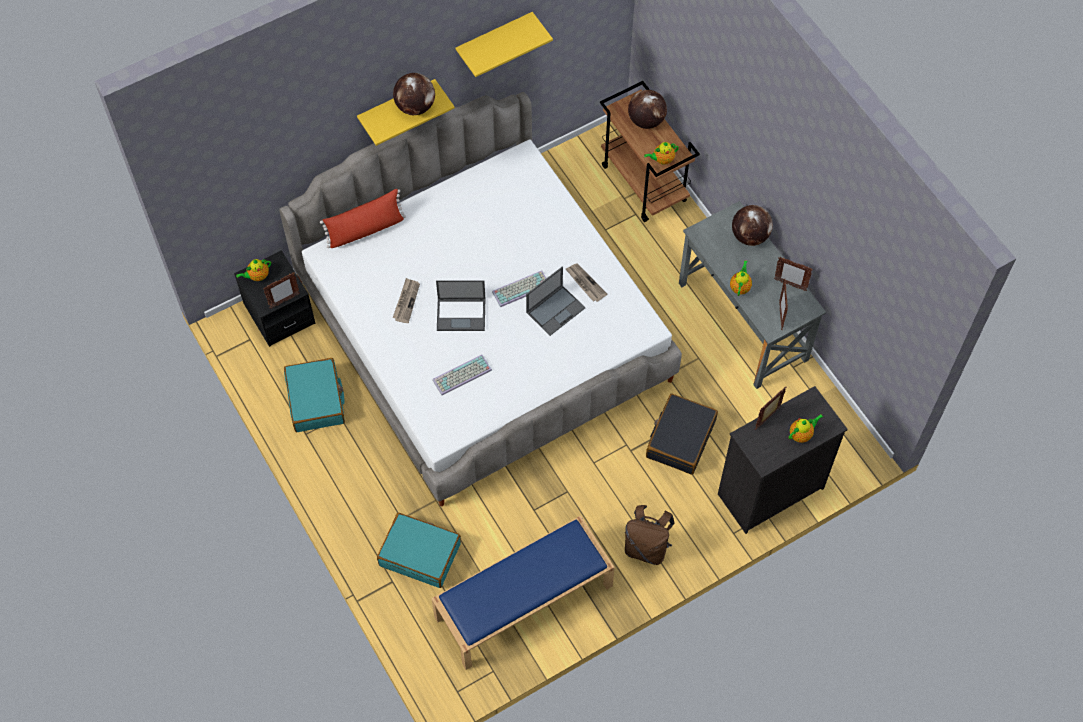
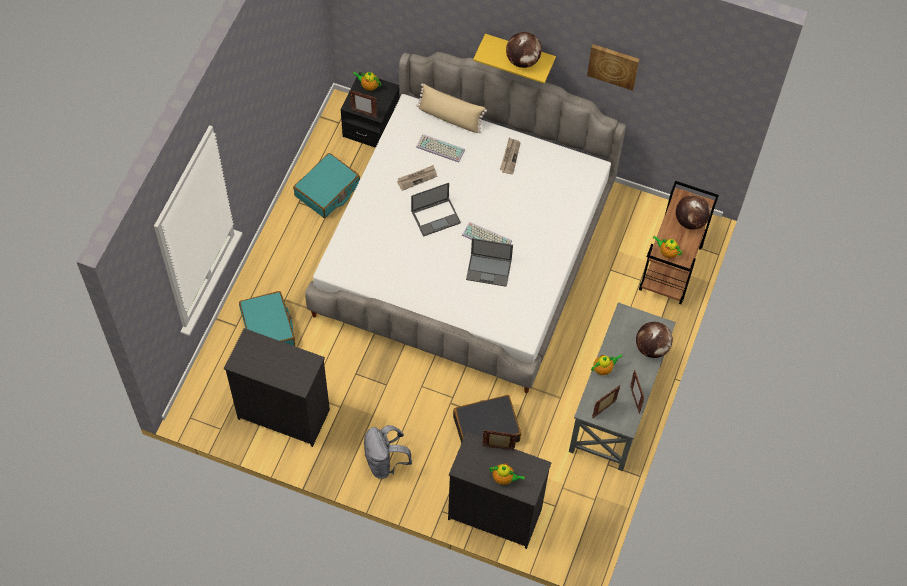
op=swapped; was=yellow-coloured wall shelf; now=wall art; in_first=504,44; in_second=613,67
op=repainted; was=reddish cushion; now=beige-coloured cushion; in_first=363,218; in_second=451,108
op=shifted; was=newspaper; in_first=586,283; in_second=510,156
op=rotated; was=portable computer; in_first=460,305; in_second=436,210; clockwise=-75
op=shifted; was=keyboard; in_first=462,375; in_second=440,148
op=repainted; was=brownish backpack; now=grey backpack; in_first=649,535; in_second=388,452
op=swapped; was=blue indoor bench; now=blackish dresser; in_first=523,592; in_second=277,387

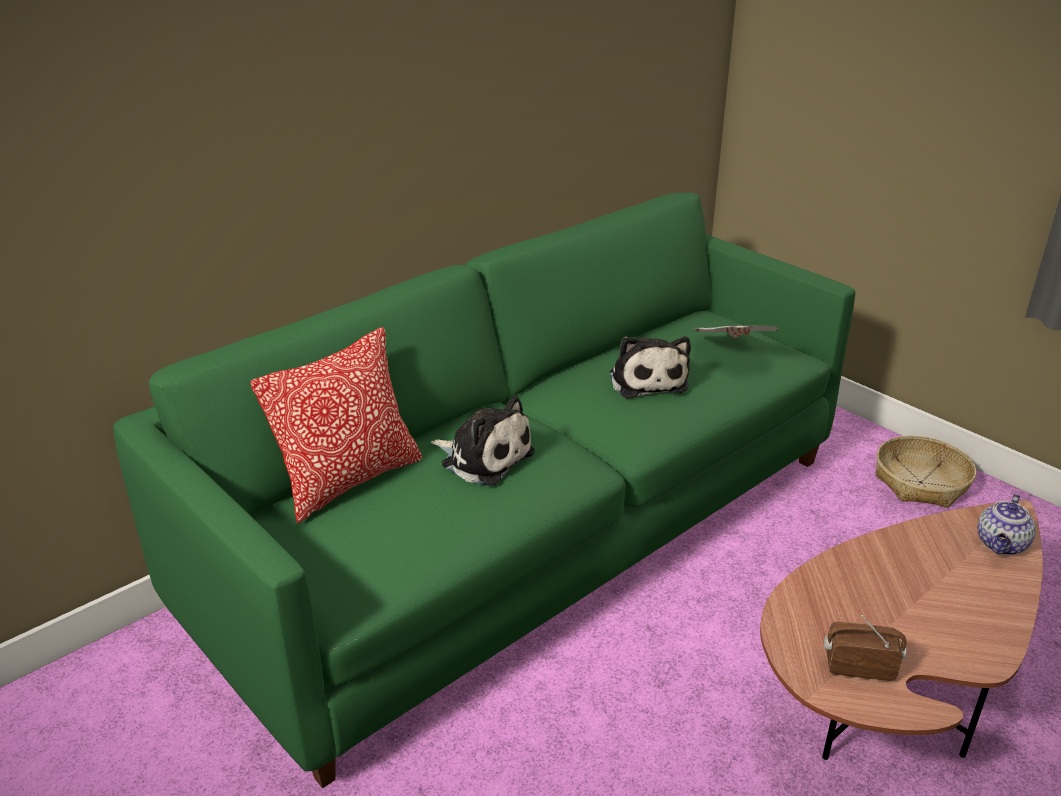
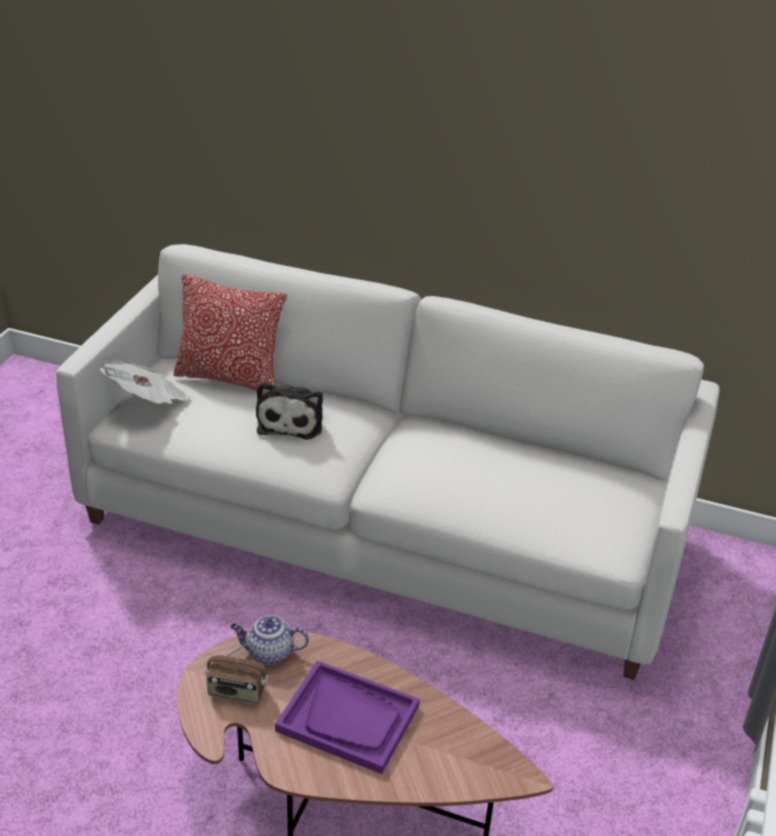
op=repainted; was=green-coloured settee; now=whitish settee; in_first=484,490; in_second=388,462
op=shifted; was=newspaper; in_first=736,331; in_second=144,381
op=gone; was=plush toy; in_first=650,367
op=gone; was=household basket; in_first=926,472
op=shifted; was=tea pot; in_first=1007,524; in_second=269,640
op=rotated; was=radio; in_first=865,648; in_second=236,674; clockwise=120
op=new; now=purple-coloured serving tray; in_second=347,717

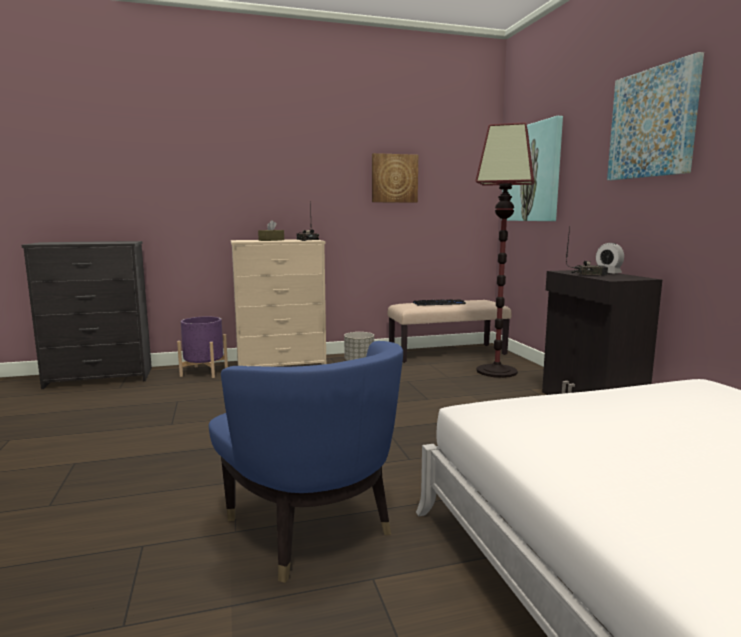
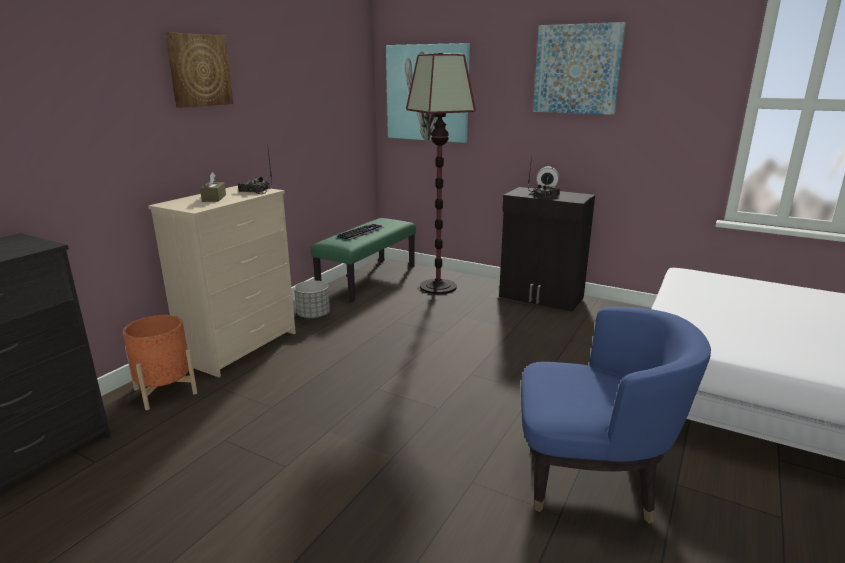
op=shifted; was=wall art; in_first=395,178; in_second=199,70
op=repainted; was=beige-coloured indoor bench; now=green-coloured indoor bench; in_first=449,331; in_second=363,260
op=repainted; was=purple-coloured flower pot; now=orange flower pot; in_first=202,347; in_second=159,362

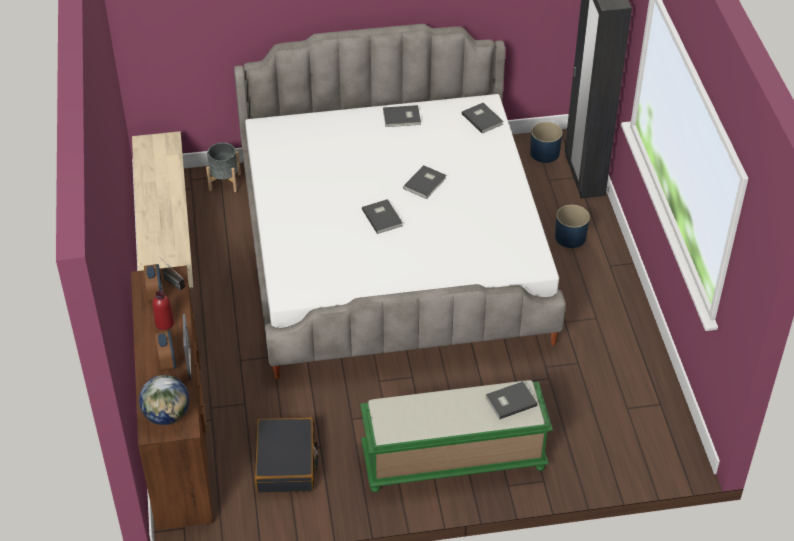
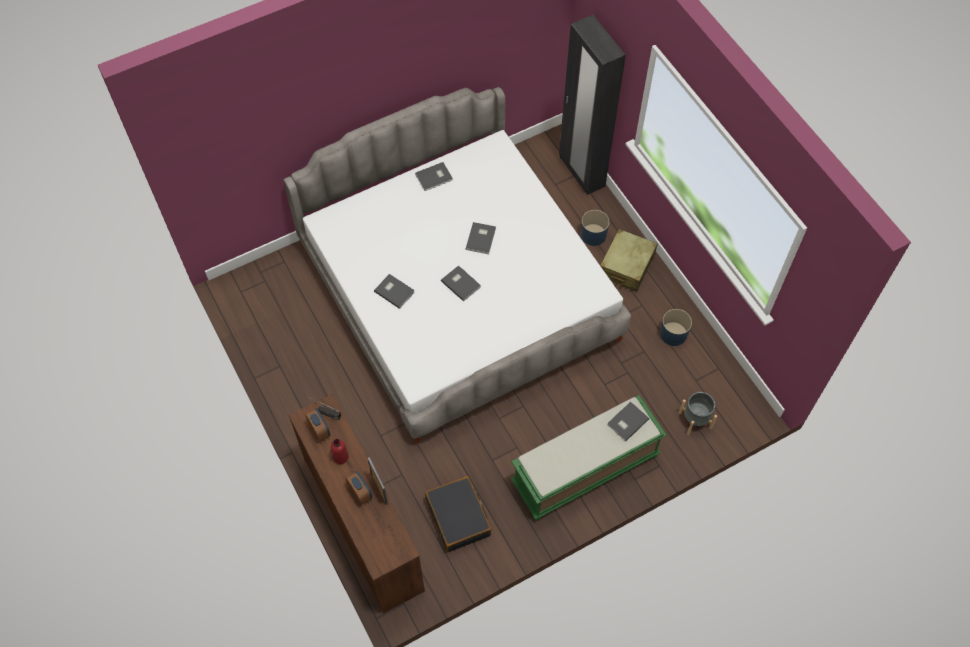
op=shifted; was=grey book; in_first=483,118; in_second=394,291
op=shifted; was=blue flower pot; in_first=546,142; in_second=676,327
op=gone; was=beige-coloured indoor bench; in_first=163,223
op=shifted; was=grey flower pot; in_first=223,167; in_second=698,413
op=gone; was=desk globe; in_first=164,400
op=new; now=beige-coloured suitcase; in_second=629,260

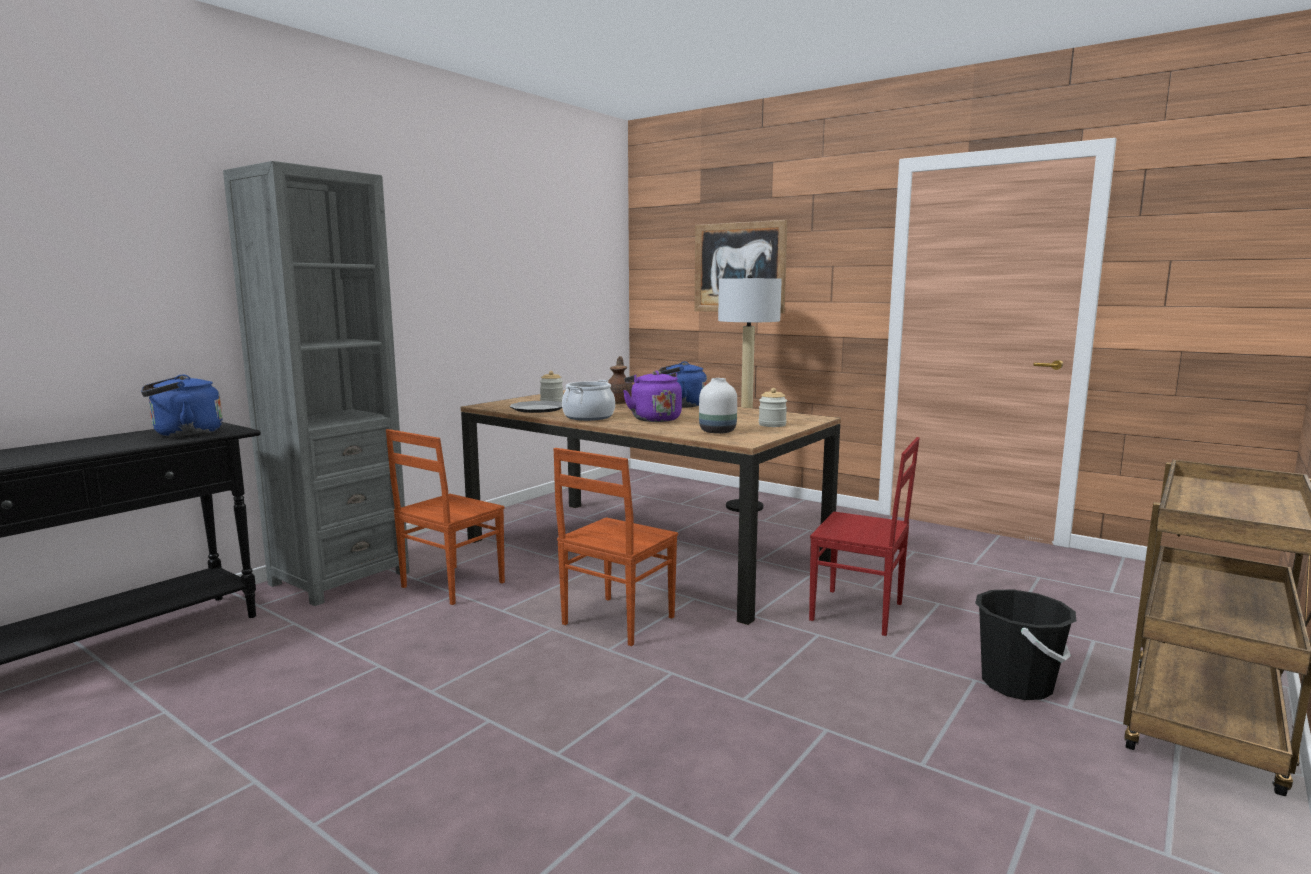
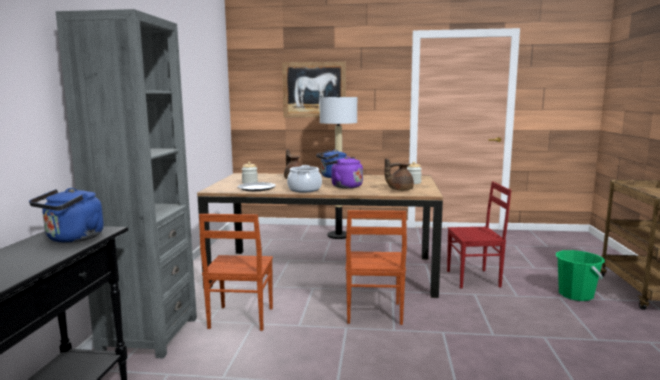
op=swapped; was=whitish decorative vase; now=brownish tea pot; in_first=718,406; in_second=399,174
op=repainted; was=blackish water bucket; now=green-coloured water bucket; in_first=1025,644; in_second=580,275

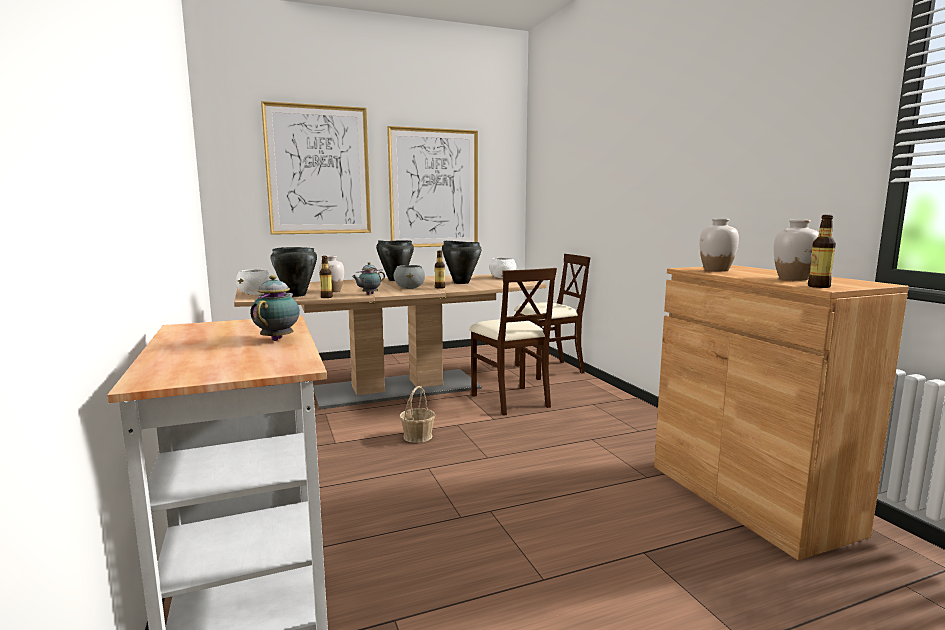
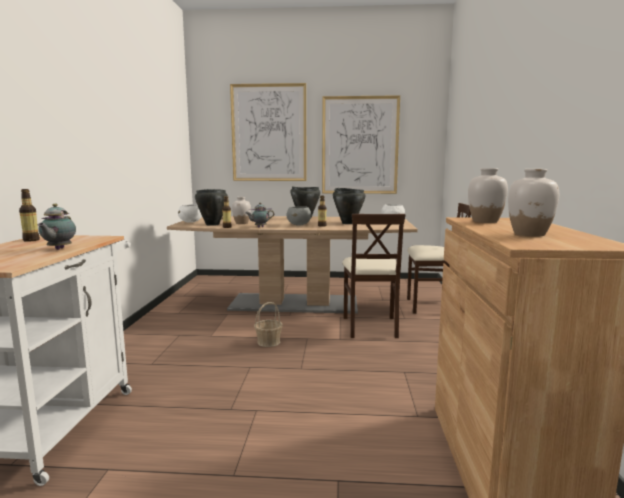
op=shifted; was=bottle; in_first=822,251; in_second=29,215
op=rotated; was=tea pot; in_first=275,308; in_second=57,227; clockwise=150

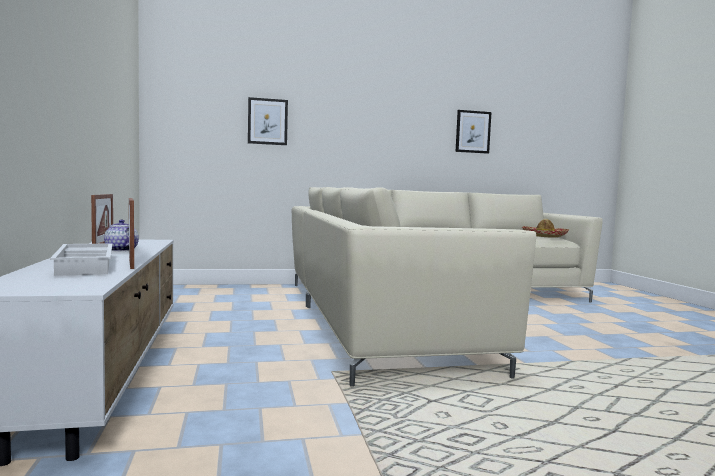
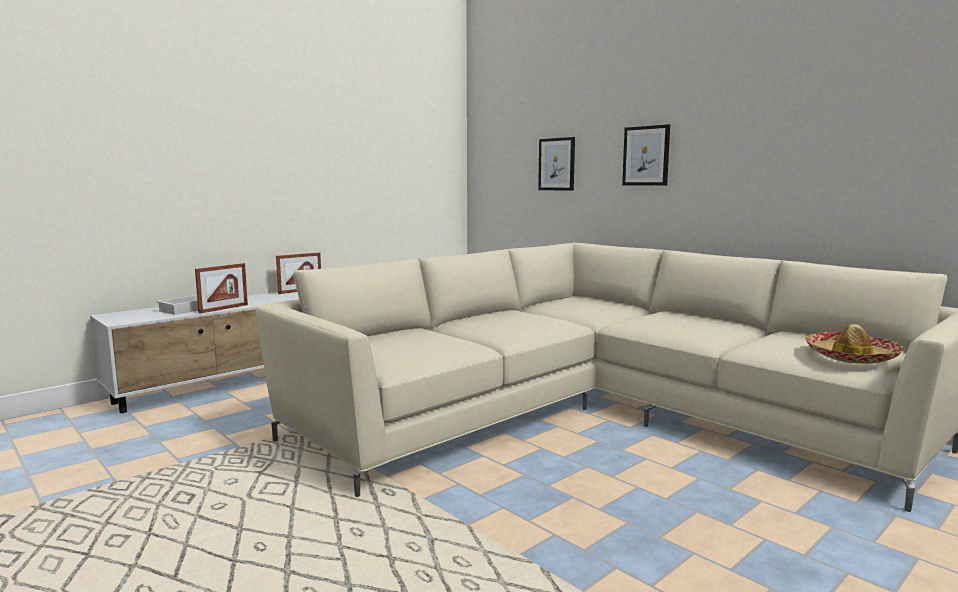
op=shifted; was=wall art; in_first=473,132; in_second=646,155
op=gone; was=tea pot; in_first=121,235

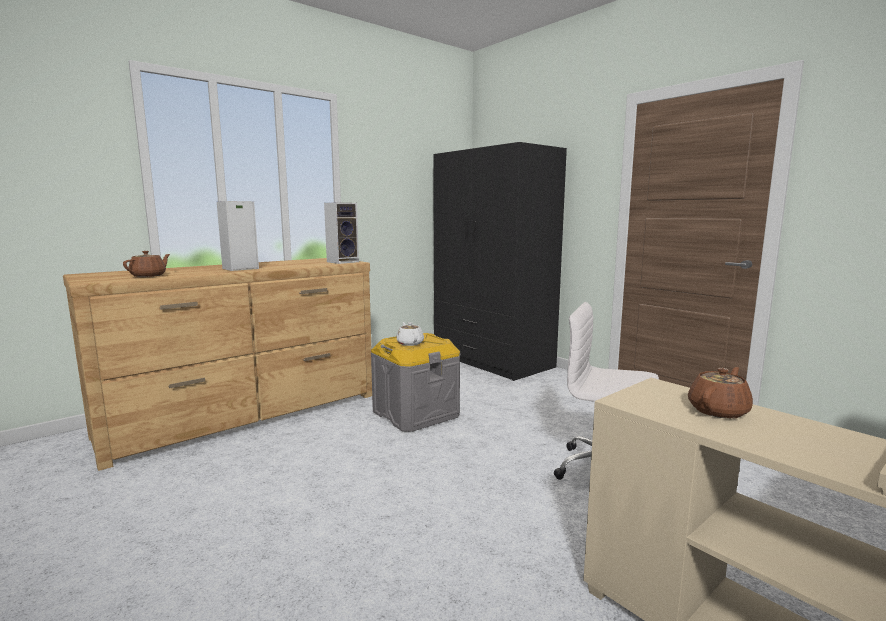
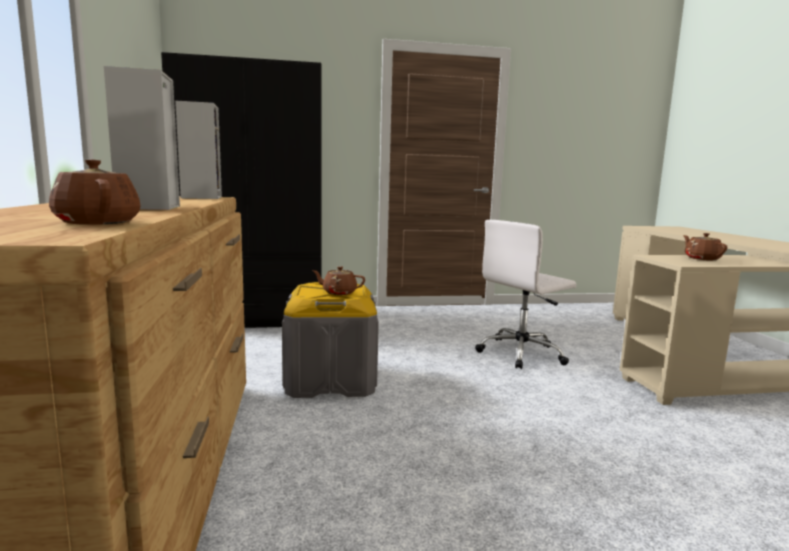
op=repainted; was=whitish tea pot; now=brownish tea pot; in_first=410,334; in_second=338,280

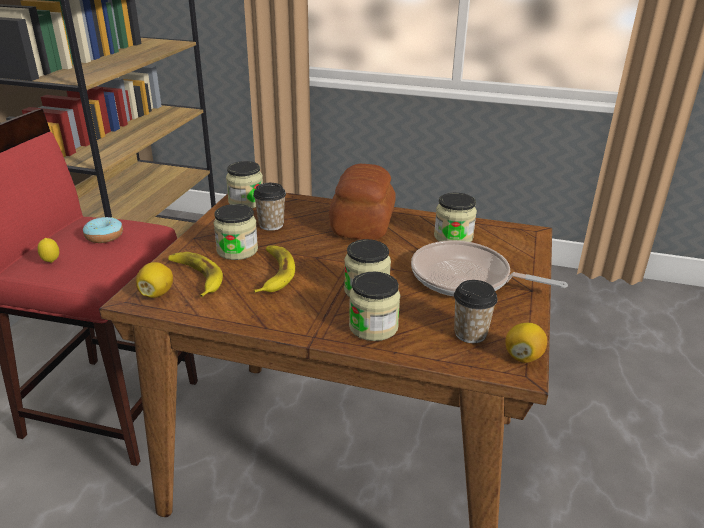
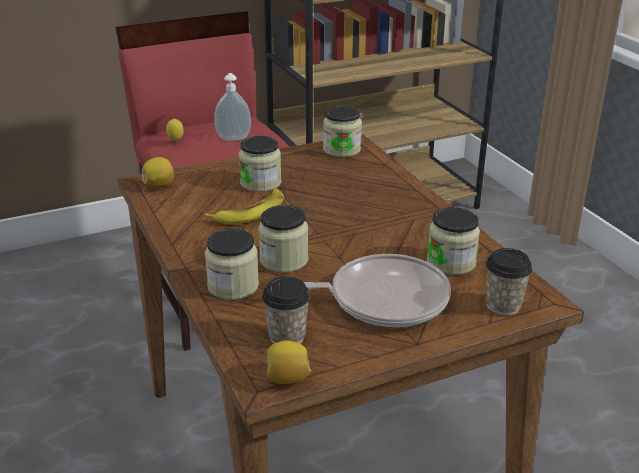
op=gone; was=baked bread; in_first=362,202
op=shifted; was=drinking cup; in_first=269,207; in_second=509,281
op=swapped; was=donut; now=soap bottle; in_first=103,230; in_second=232,107
op=rotated; was=frying pan; in_first=489,268; in_second=377,290; clockwise=105
op=gone; was=banana; in_first=195,274

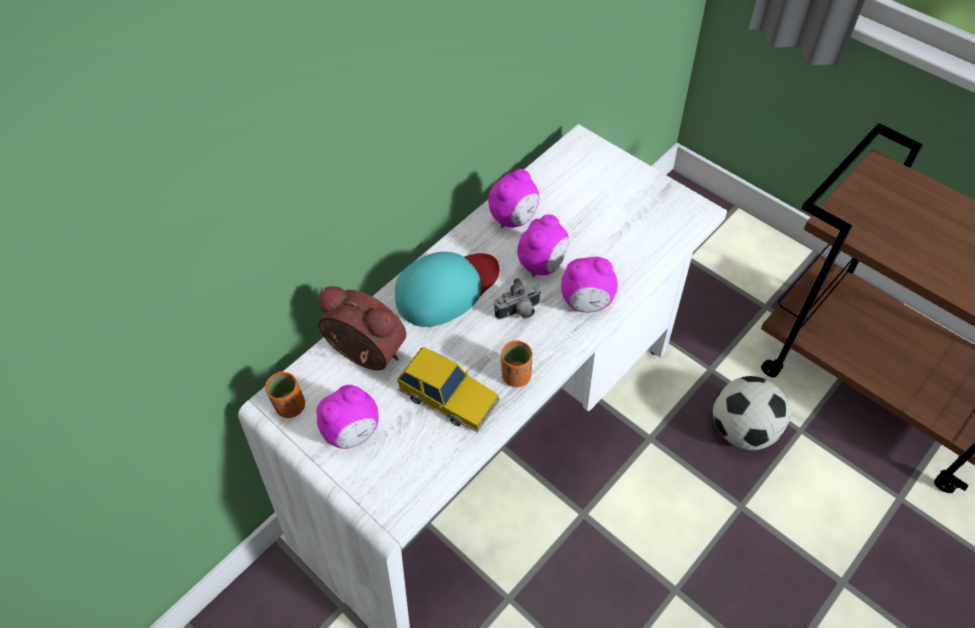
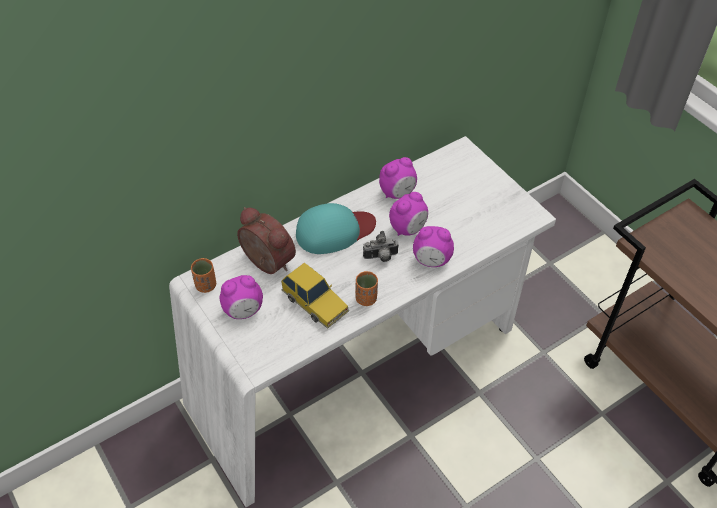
op=gone; was=football; in_first=751,413

